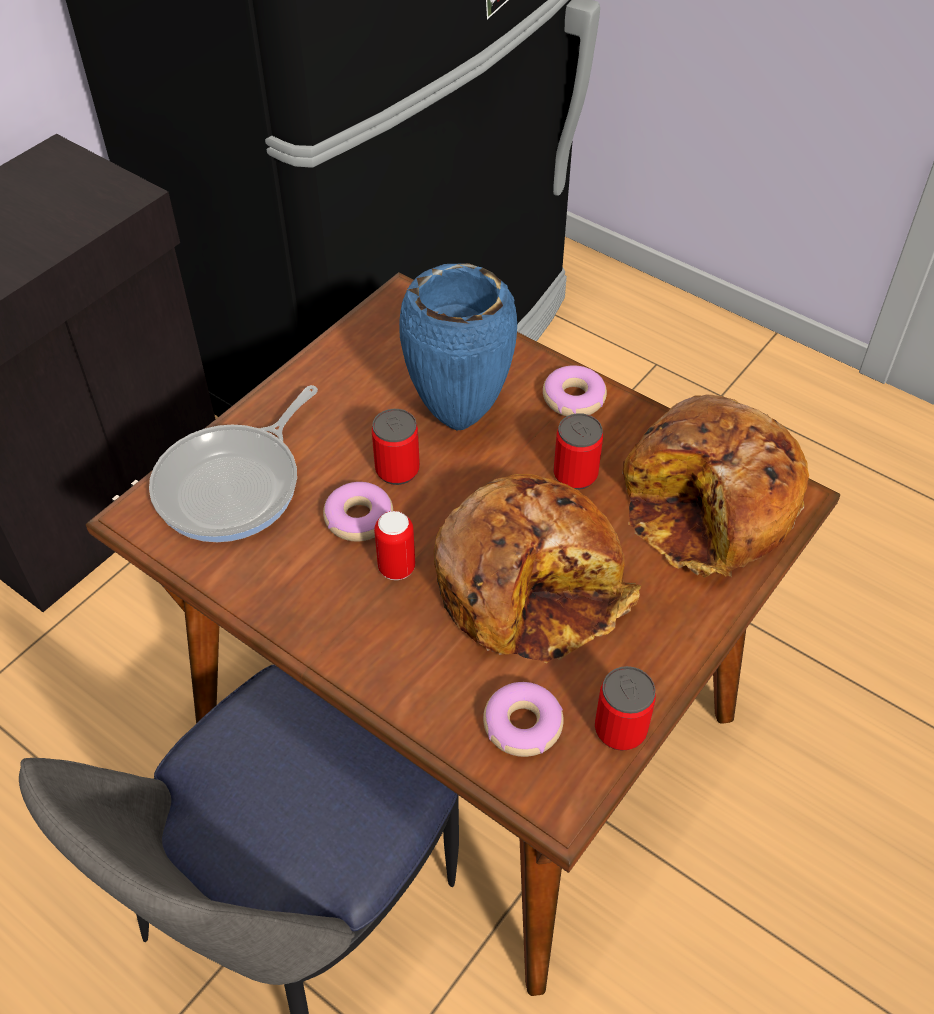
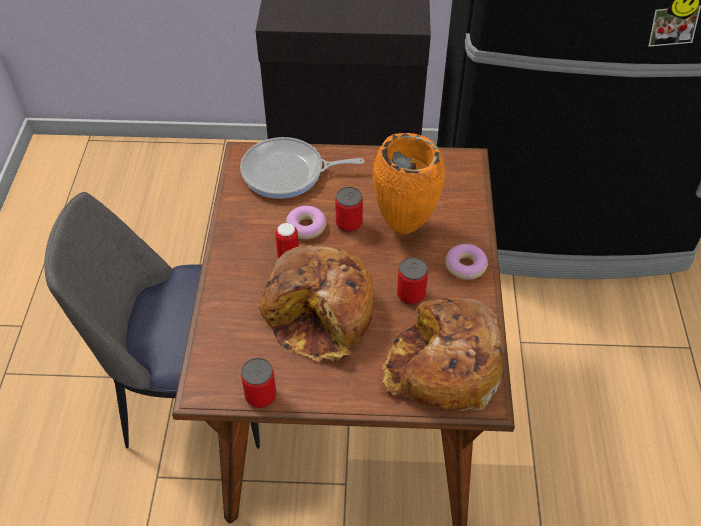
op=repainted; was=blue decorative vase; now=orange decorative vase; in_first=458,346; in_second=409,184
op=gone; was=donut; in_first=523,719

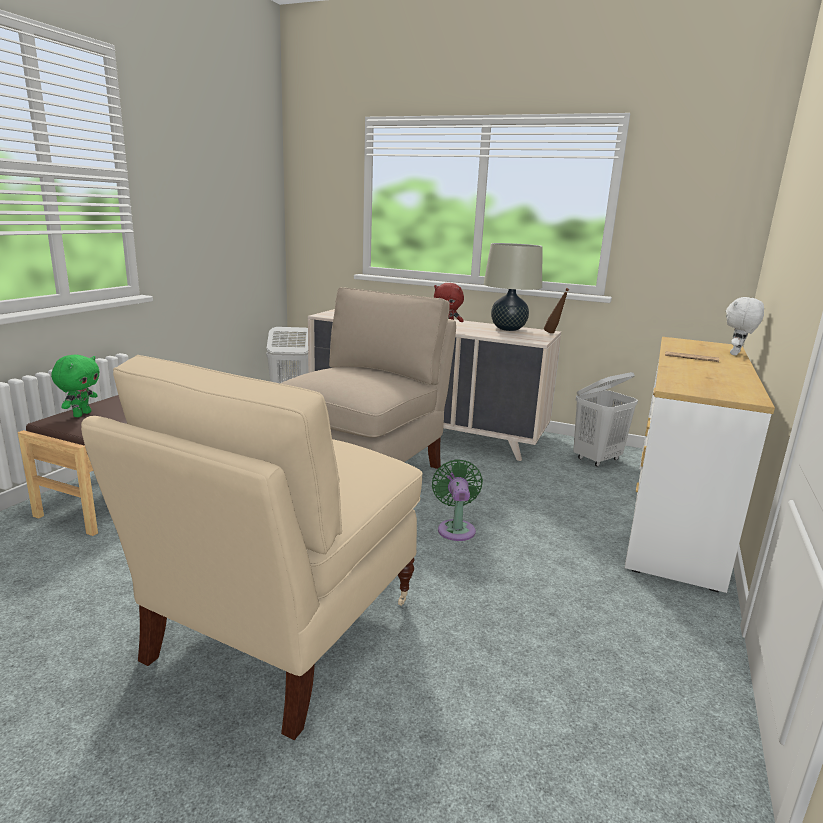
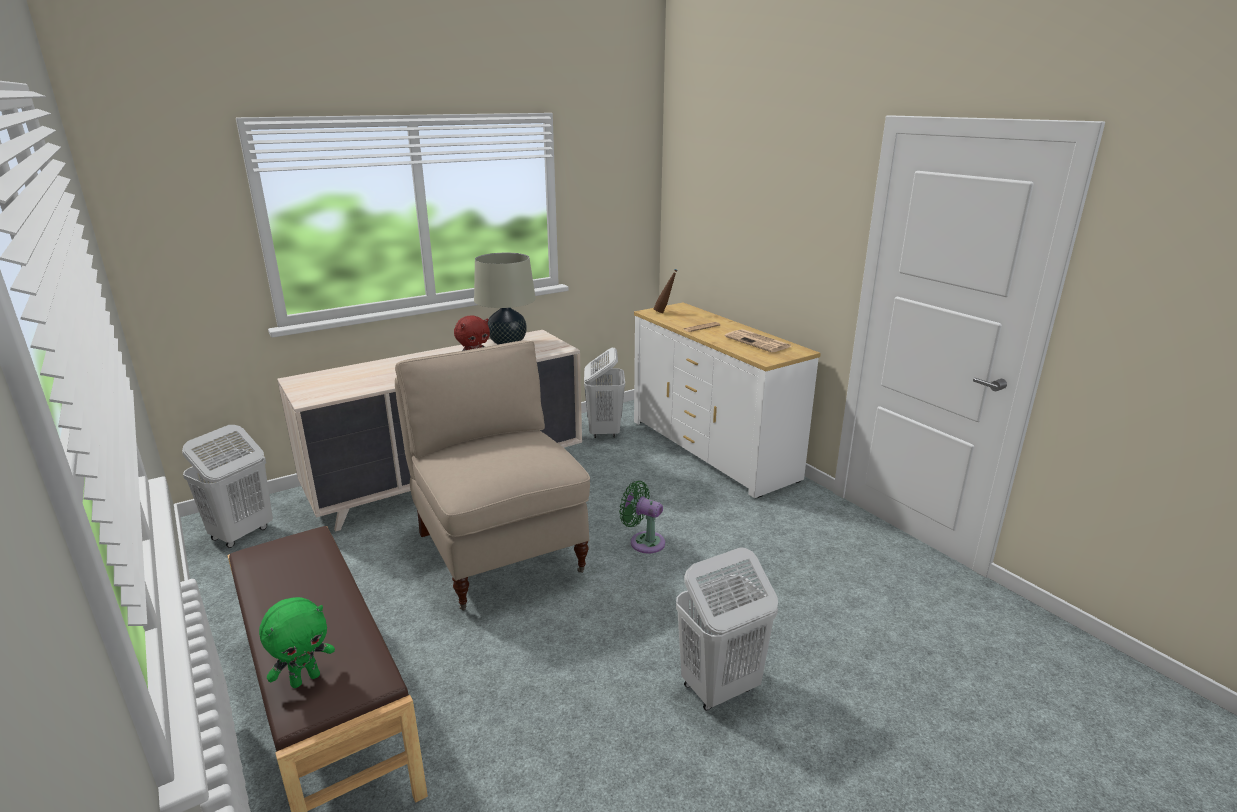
op=shifted; was=brownish bottle; in_first=556,310; in_second=666,291
op=gone; was=whitish plush toy; in_first=745,326
op=rotated; was=green-coloured plush toy; in_first=75,386; in_second=297,642; clockwise=90
op=swapped; was=beige-coloured plain chair; now=whitish laundry basket; in_first=252,547; in_second=727,629
op=new; now=newspaper; in_second=758,341

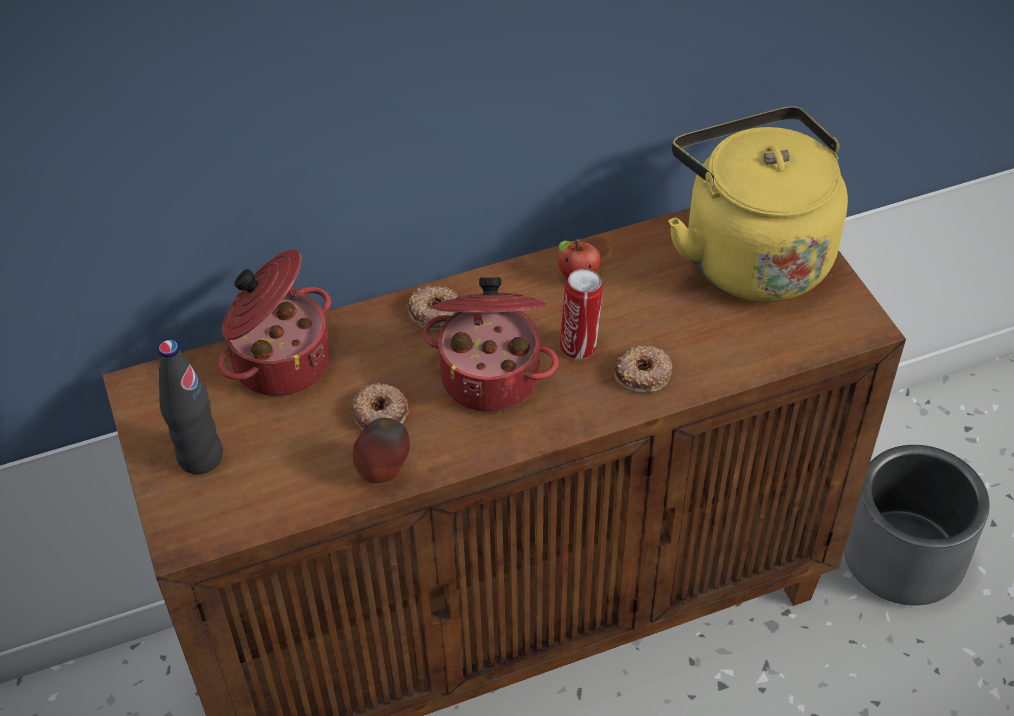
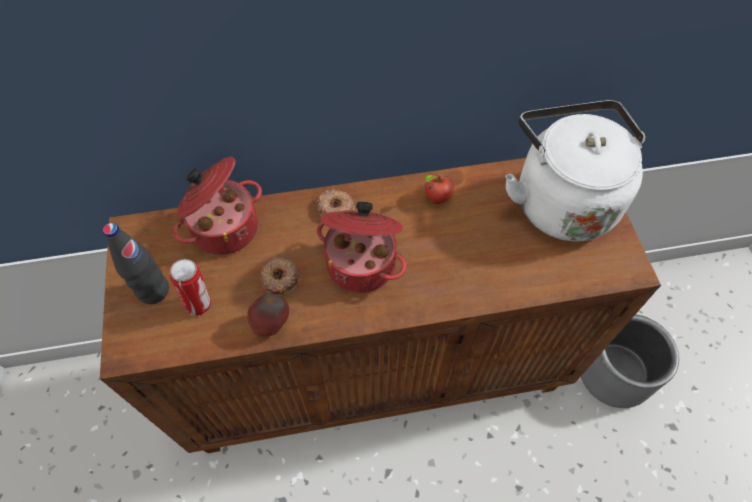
op=repainted; was=yellow-coloured tea kettle; now=whitish tea kettle; in_first=758,204; in_second=575,171
op=shifted; was=can; in_first=581,314; in_second=190,287
op=gone; was=donut; in_first=643,369

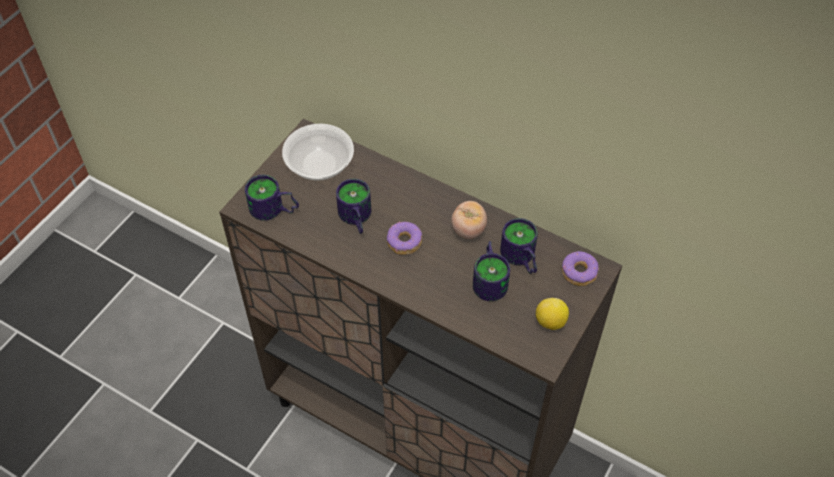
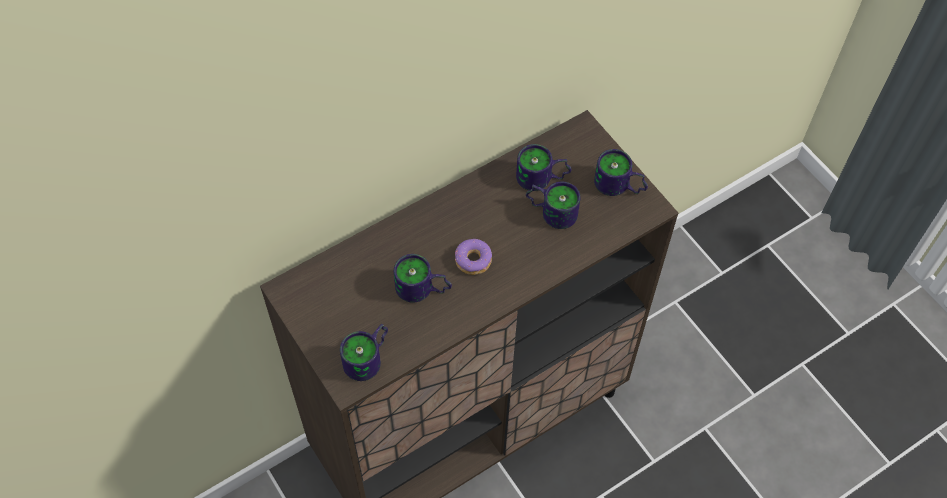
op=gone; was=deep dish; in_first=318,152
op=gone; was=tomato; in_first=469,220
op=gone; was=donut; in_first=580,268
op=swapped; was=citrus fruit; now=tea mug; in_first=552,314; in_second=621,172

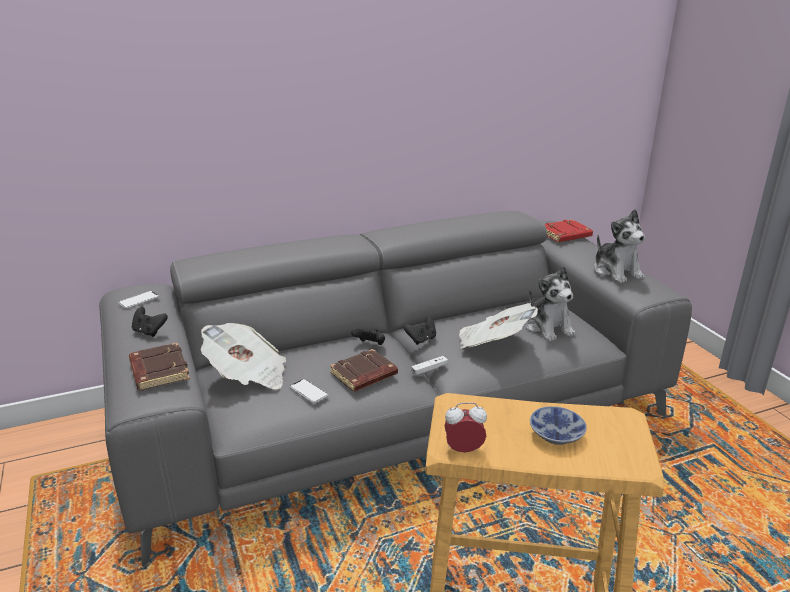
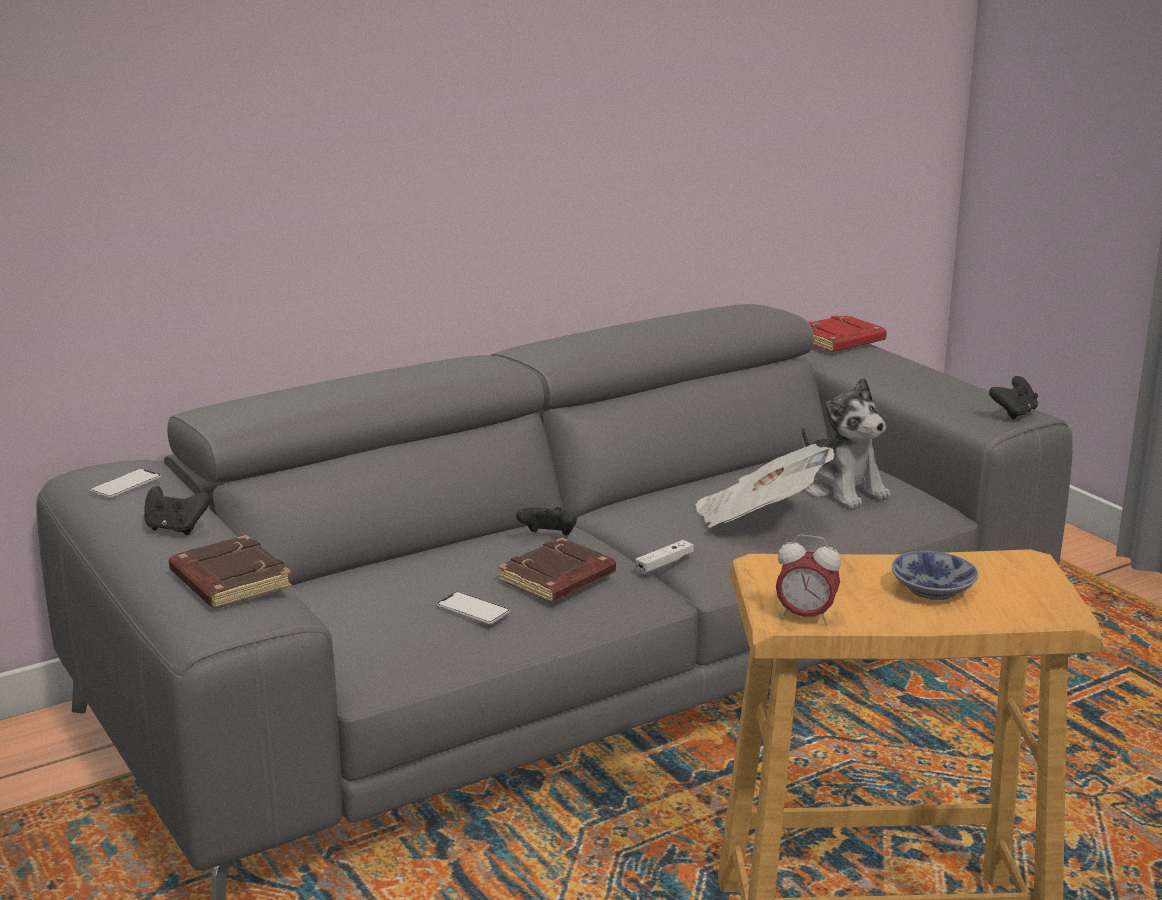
op=gone; was=plush toy; in_first=619,246
op=shifted; was=blackish game controller; in_first=420,331; in_second=1013,398
op=gone; was=newspaper; in_first=243,356
op=rotated; was=alarm clock; in_first=466,427; in_second=808,580; clockwise=-150

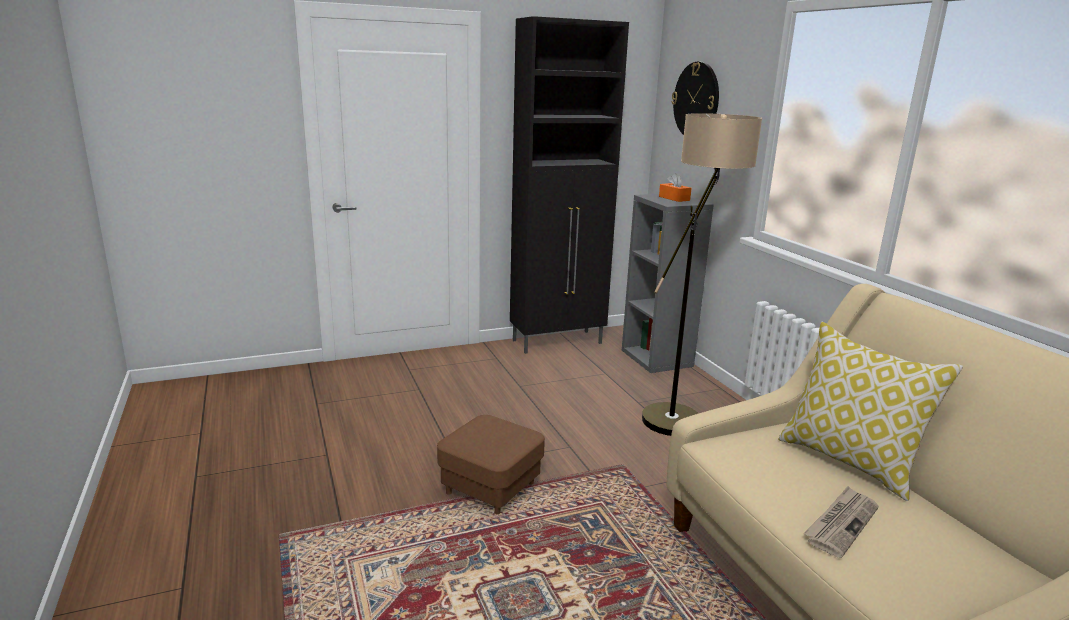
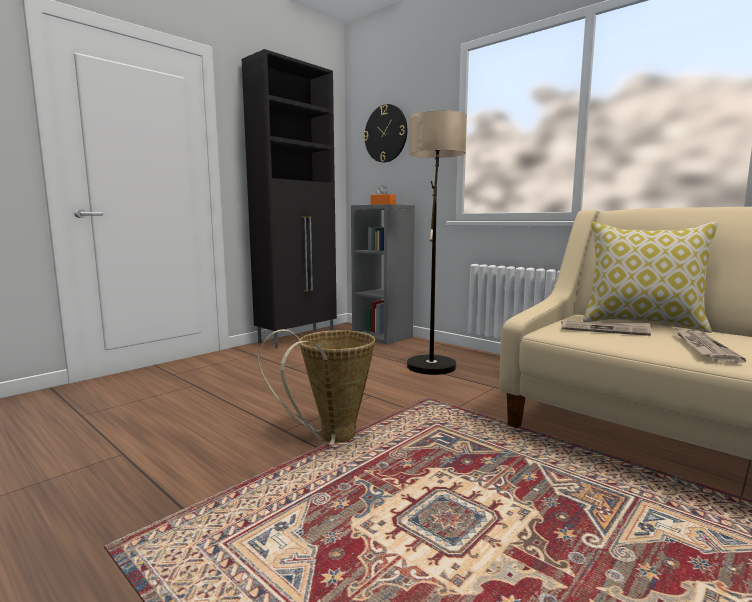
op=swapped; was=brownish pouffe; now=household basket; in_first=491,464; in_second=316,387
op=new; now=newspaper; in_second=606,328

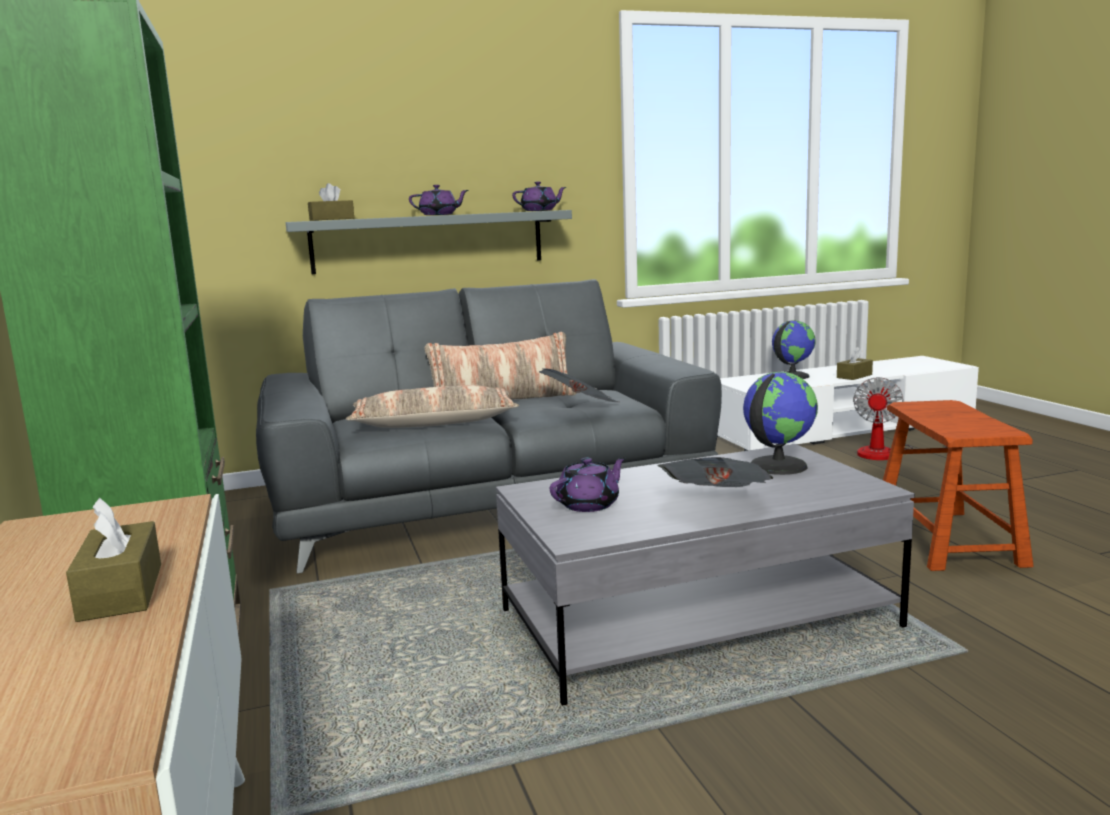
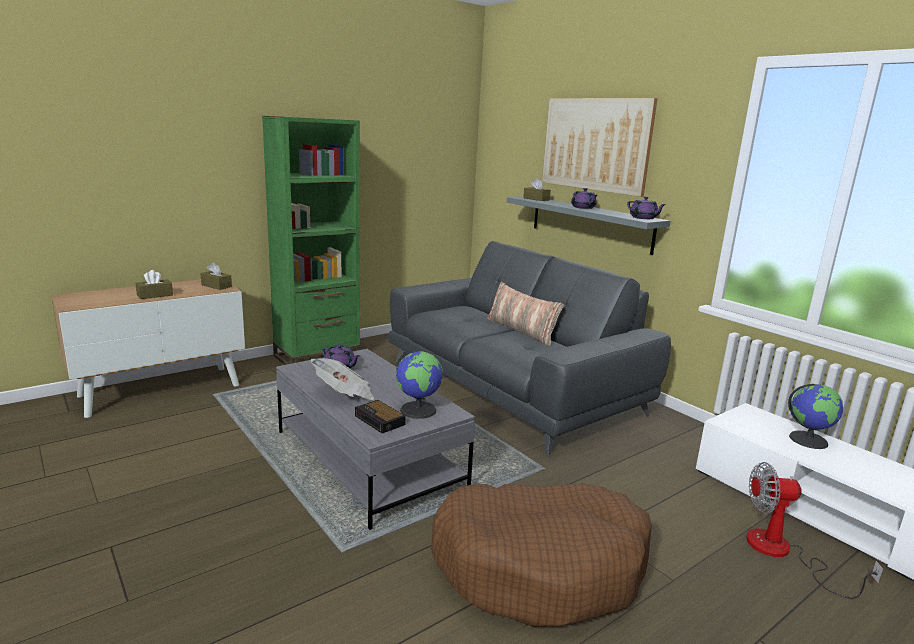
op=shifted; was=brownish box of tissues; in_first=855,363; in_second=216,276
op=gone; was=newspaper; in_first=579,385
op=gone; was=cushion; in_first=432,406
op=swapped; was=brownish sitting stool; now=brownish pet bed; in_first=958,485; in_second=541,555
op=new; now=wall art; in_second=600,147
op=new; now=alarm clock; in_second=380,416

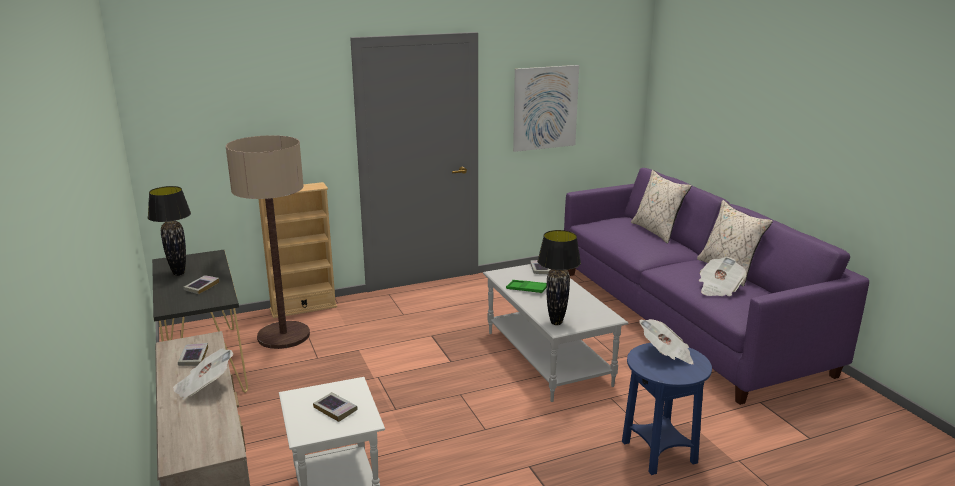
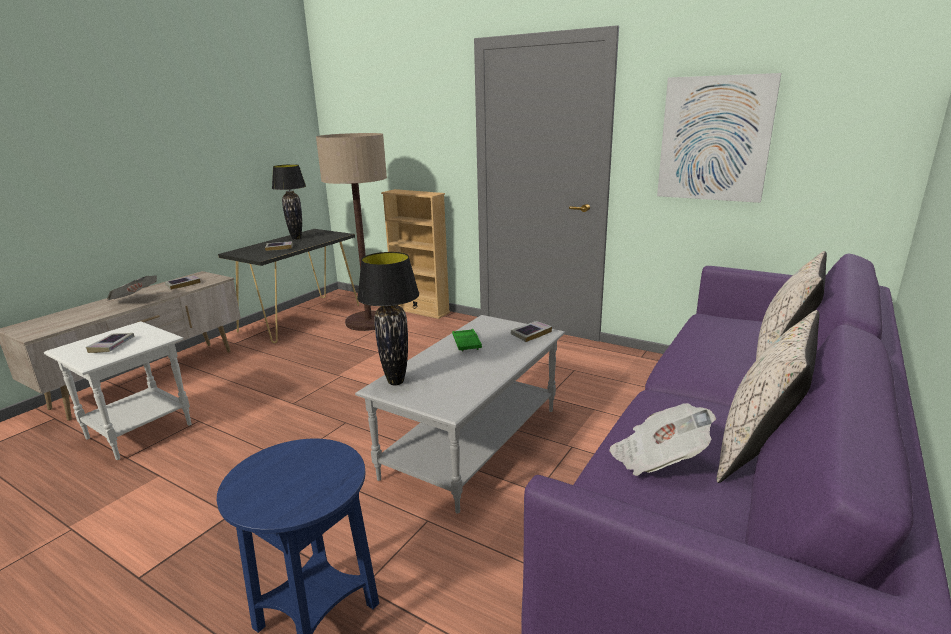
op=gone; was=newspaper; in_first=666,341

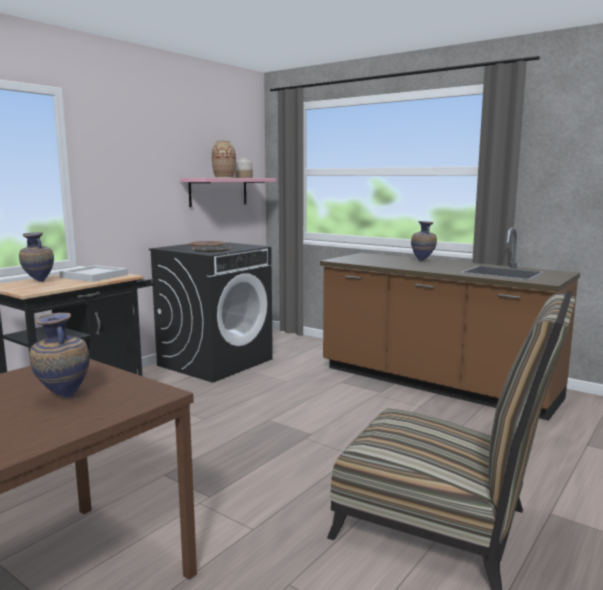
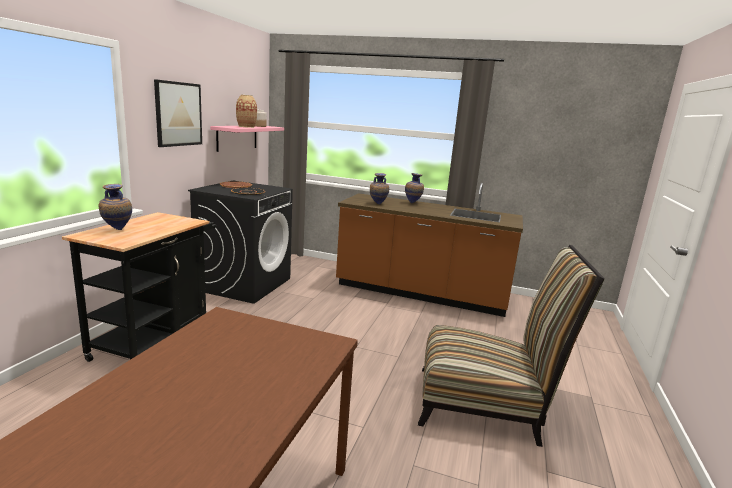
op=gone; was=whitish serving tray; in_first=94,273
op=shifted; was=decorative vase; in_first=59,355; in_second=379,188
op=new; now=wall art; in_second=178,113

